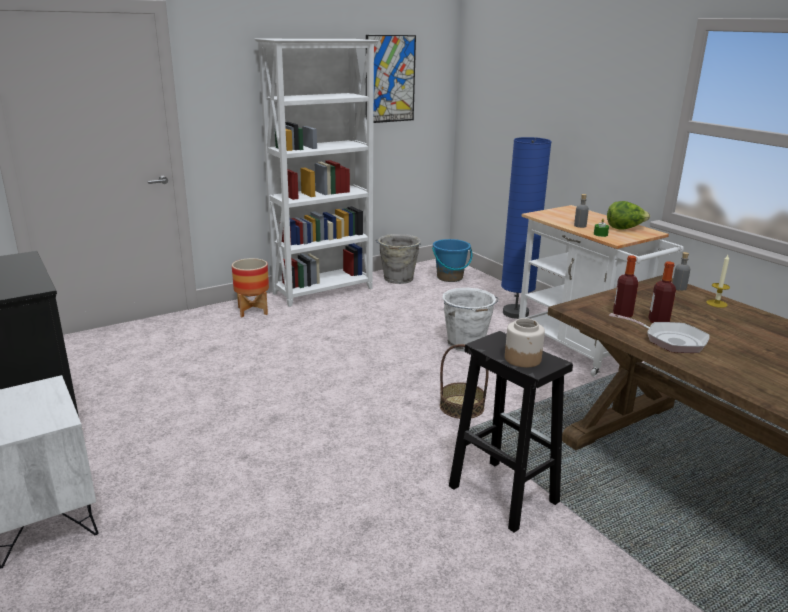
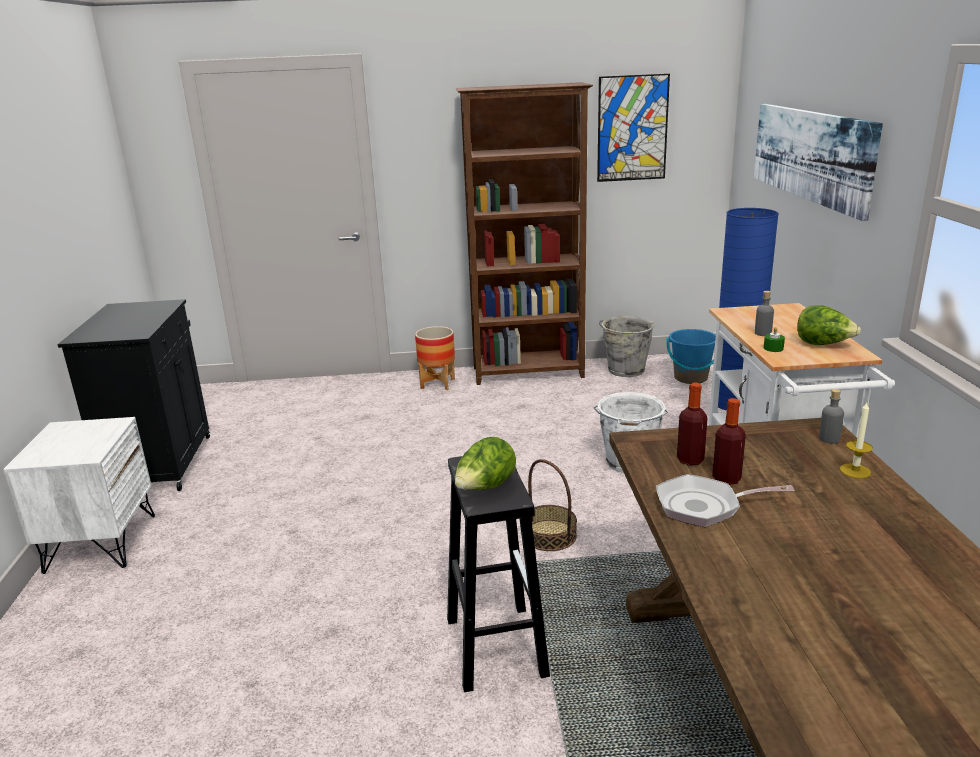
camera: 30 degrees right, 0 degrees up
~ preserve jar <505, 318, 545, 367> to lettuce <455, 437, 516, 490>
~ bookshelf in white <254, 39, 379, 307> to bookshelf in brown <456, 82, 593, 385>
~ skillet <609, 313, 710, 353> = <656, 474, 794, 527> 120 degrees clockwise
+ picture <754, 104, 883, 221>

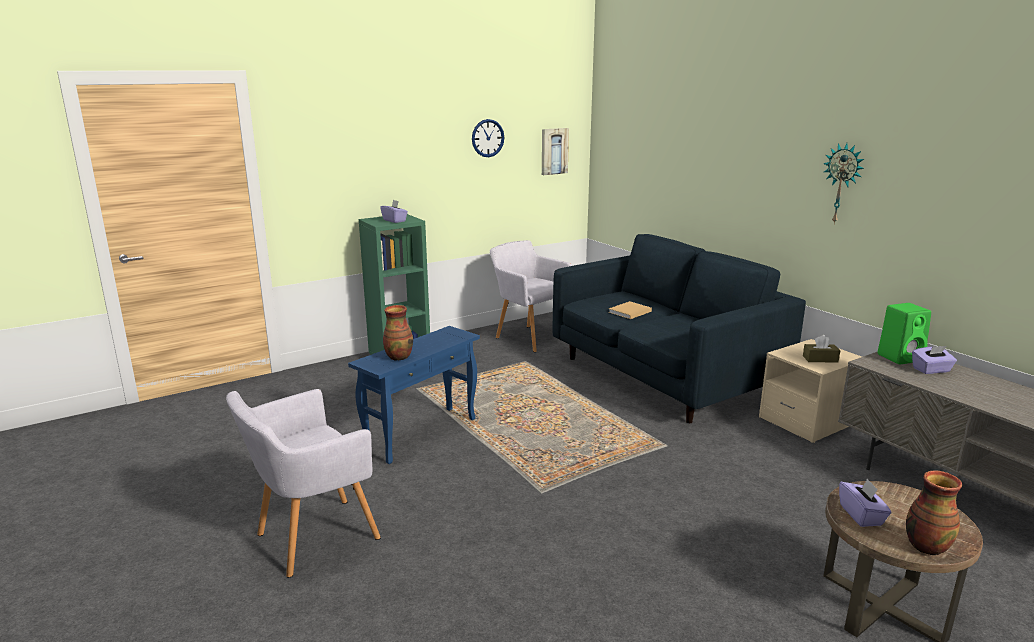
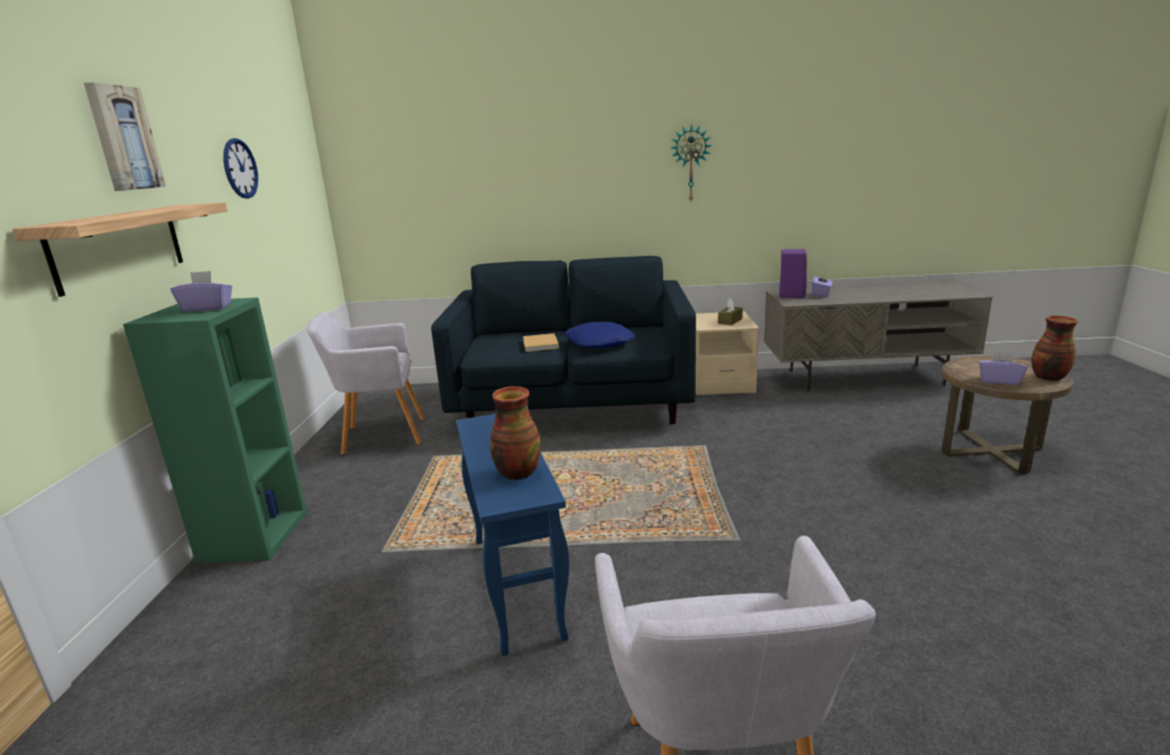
camera: 55 degrees left, 0 degrees up
+ shelf <12, 202, 227, 297>
~ picture <542, 128, 569, 175> to <84, 82, 166, 191>
+ pillow in blue-coloured <564, 322, 635, 349>
~ speaker in green <877, 303, 931, 364> to speaker in purplish <779, 249, 807, 298>

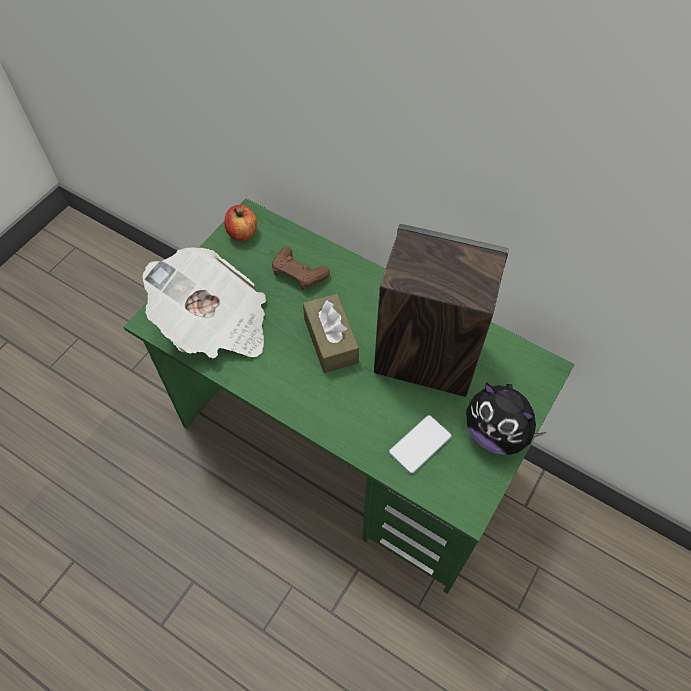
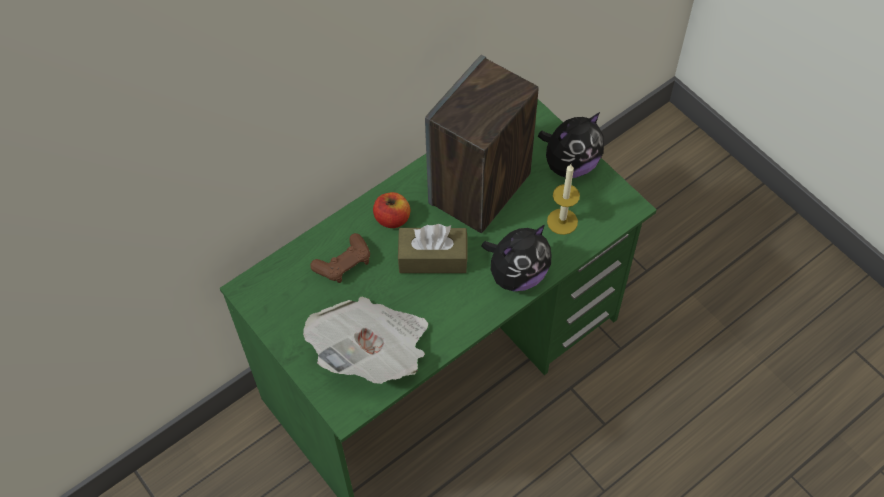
camera: 70 degrees left, 0 degrees up
~ apple fruit <224, 205, 257, 241> to <373, 192, 410, 228>
+ plush toy <481, 225, 551, 291>
~ telephone <389, 415, 452, 474> to wax candle <547, 164, 580, 235>

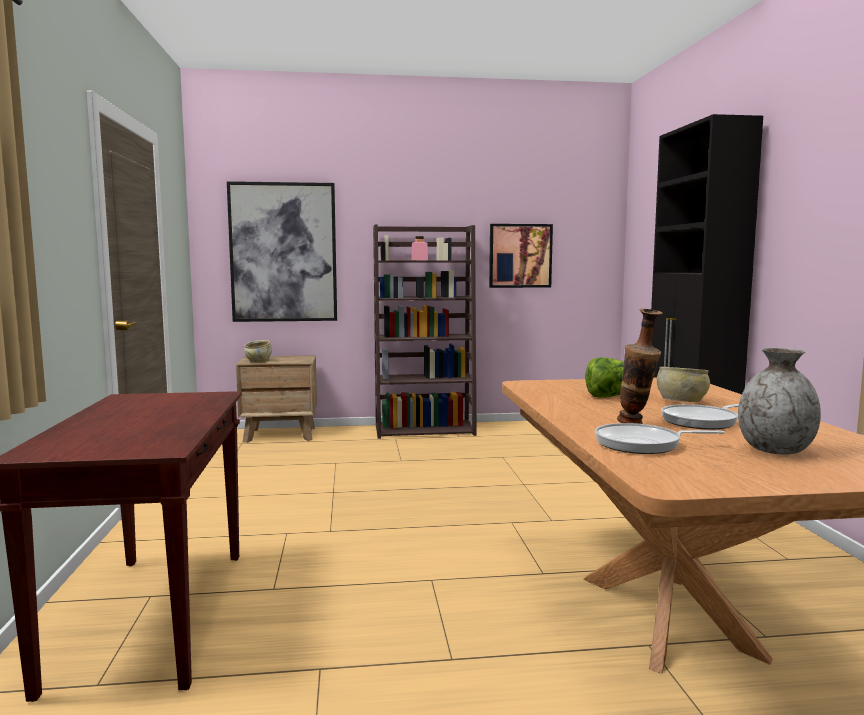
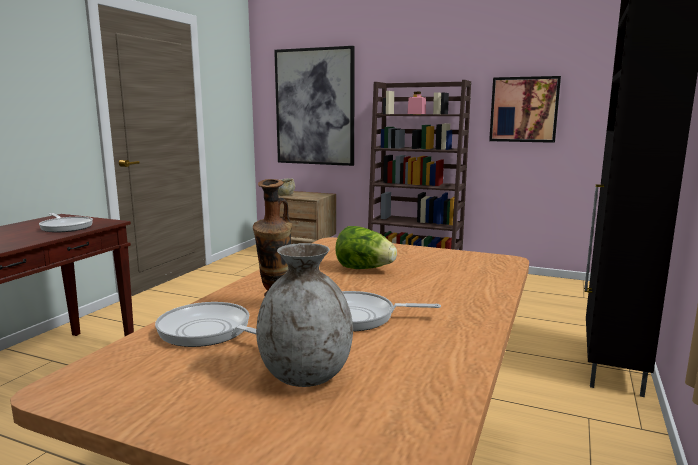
camera: 30 degrees right, 5 degrees up
+ skillet <39, 213, 93, 232>
- bowl in beige-coloured <657, 367, 710, 402>

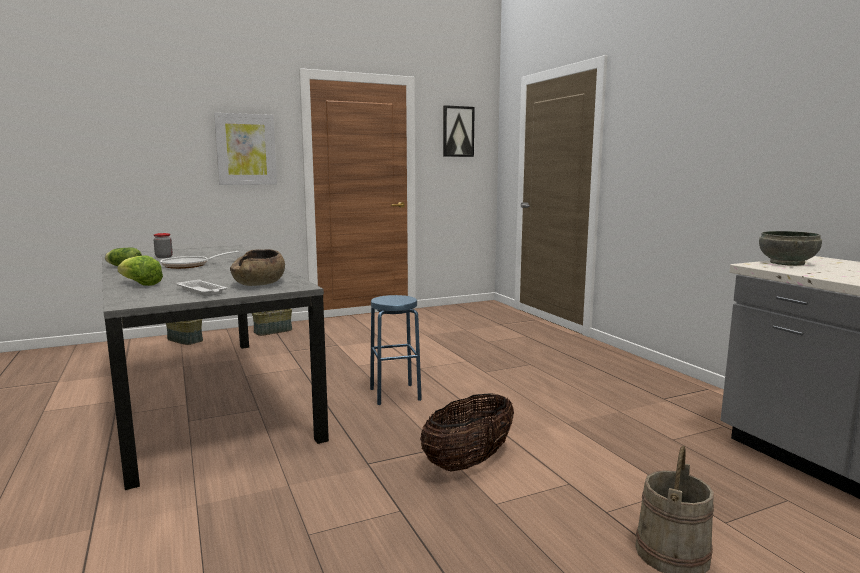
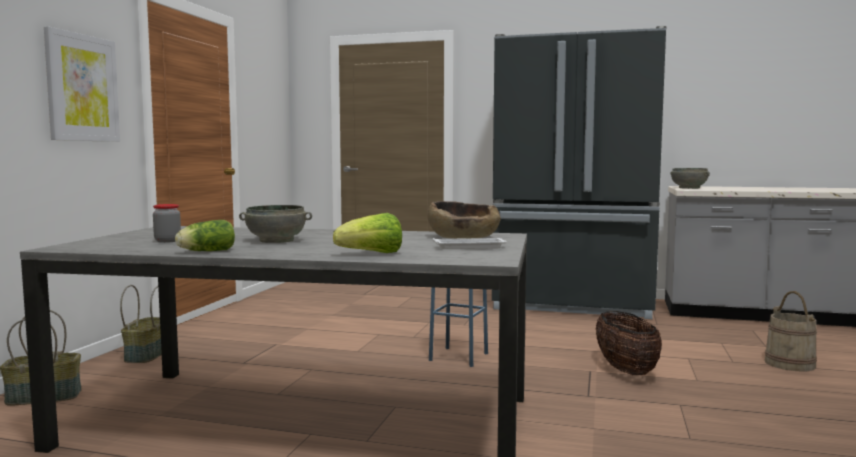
camera: 50 degrees left, 5 degrees down
~ skillet <160, 251, 239, 269> to bowl in greyish <239, 205, 312, 243>
+ refrigerator in blackish <492, 26, 667, 319>
- picture <443, 105, 475, 157>

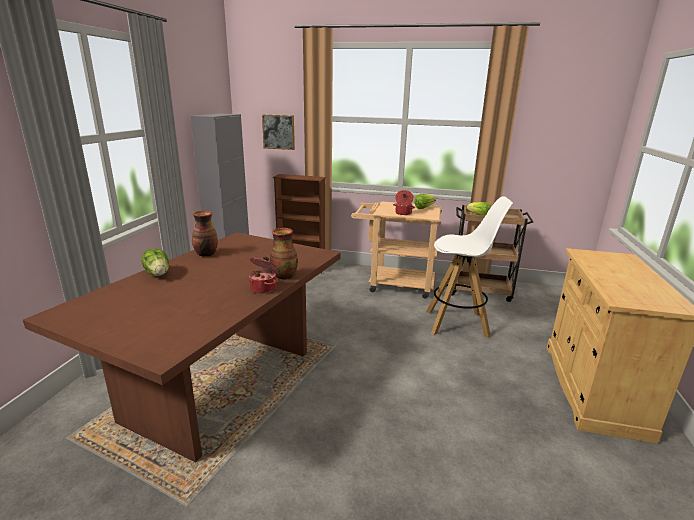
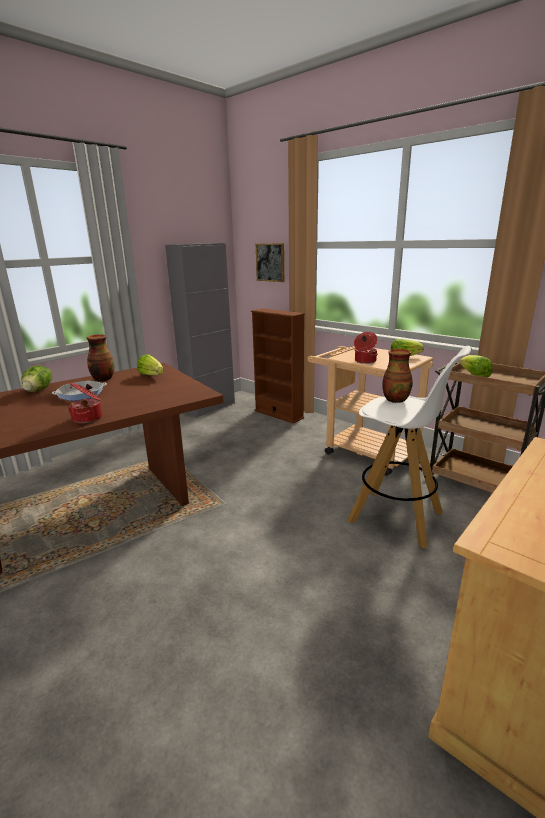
camera: 30 degrees right, 0 degrees up
+ skillet <52, 380, 107, 401>
+ lettuce <137, 355, 164, 375>
~ vase <270, 228, 298, 279> to <382, 349, 413, 403>

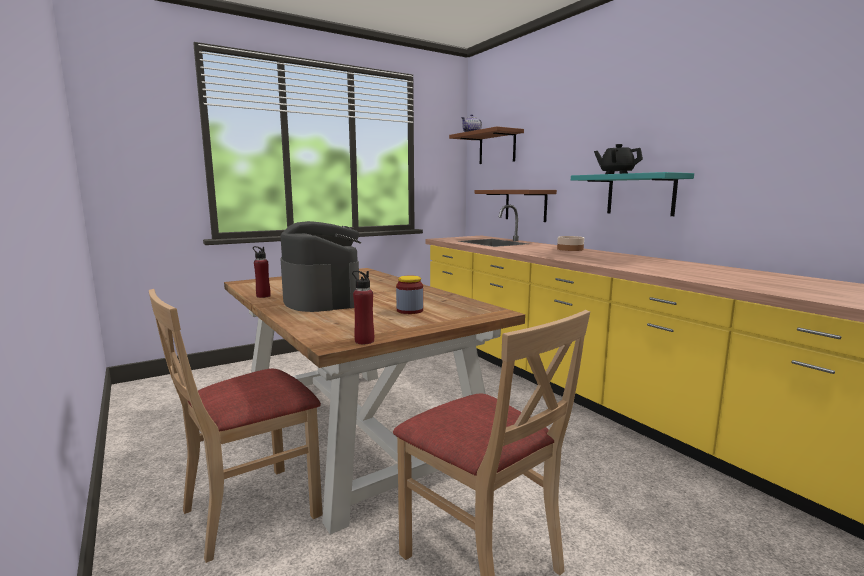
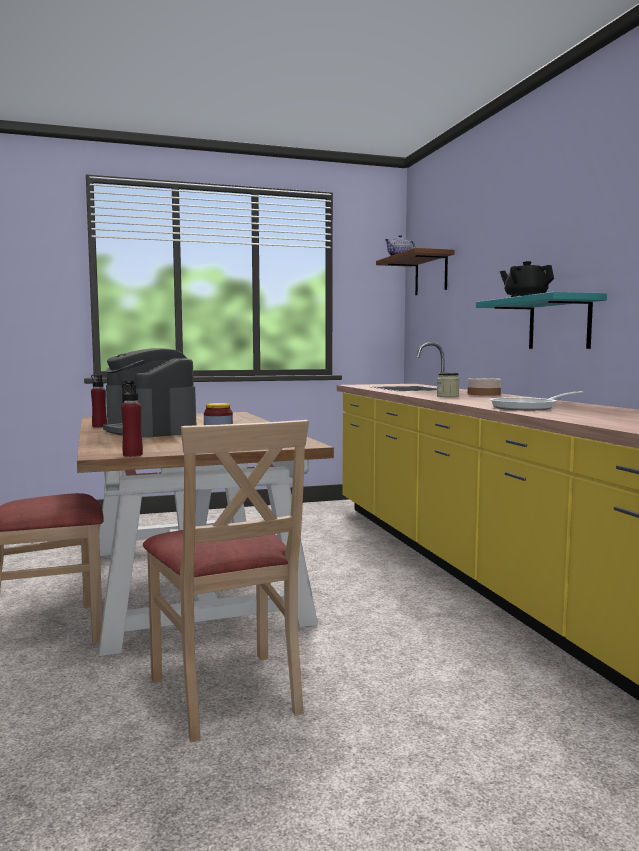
camera: 15 degrees right, 5 degrees down
~ coffee maker <280, 221, 361, 312> = <103, 348, 196, 438> 150 degrees clockwise
+ preserve jar <437, 373, 460, 397>
+ skillet <489, 391, 583, 411>
- shelf in brown <474, 190, 557, 222>

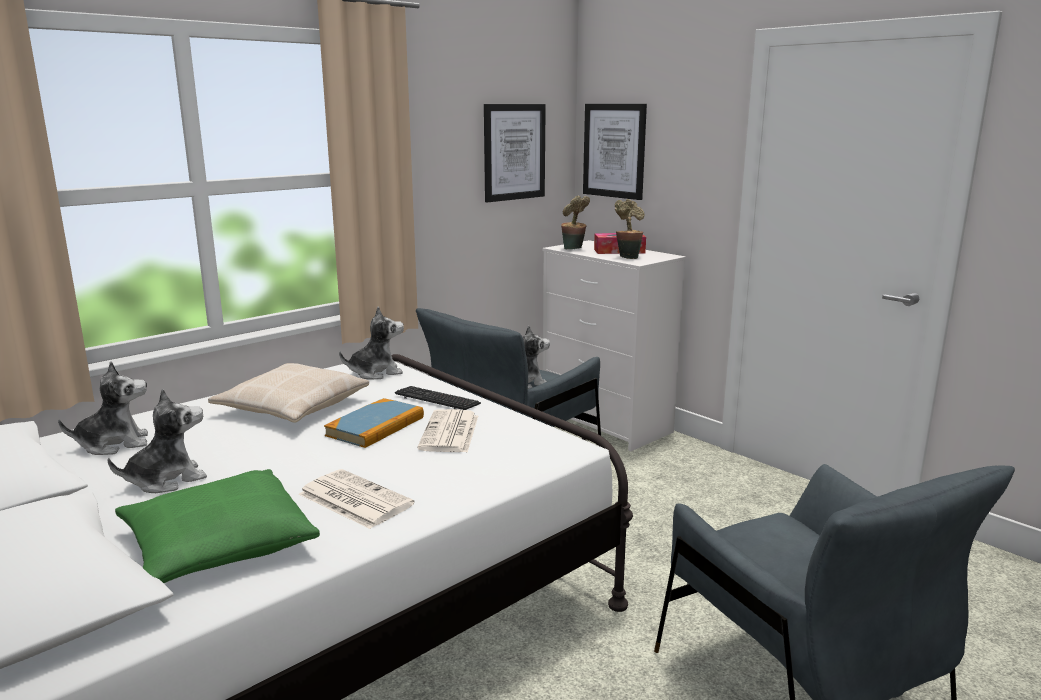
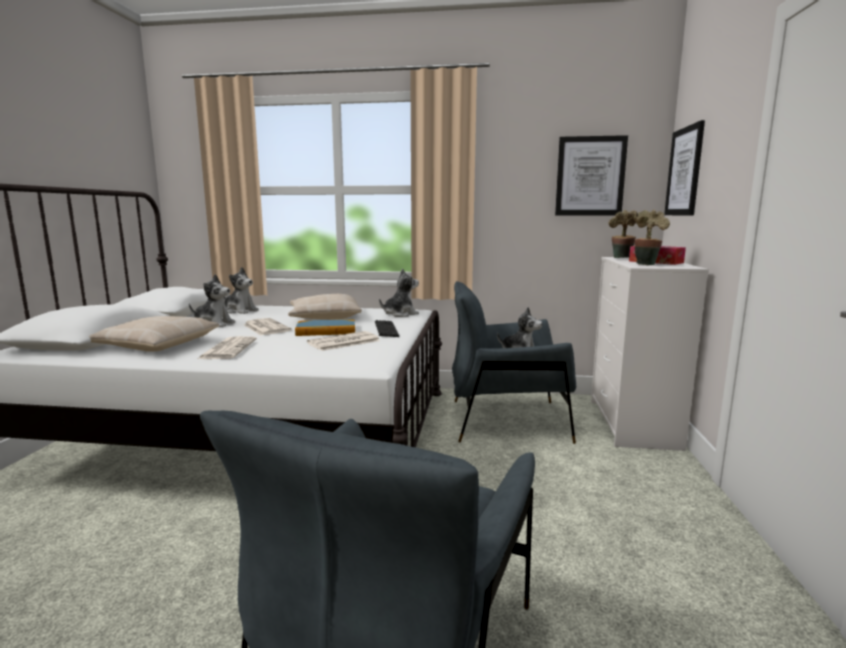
camera: 50 degrees right, 5 degrees down
~ pillow in green <115, 469, 320, 583> to pillow in beige-coloured <89, 316, 219, 352>
+ daily paper <243, 318, 292, 335>
~ plush toy <339, 307, 404, 380> = <379, 268, 419, 317> 60 degrees counterclockwise

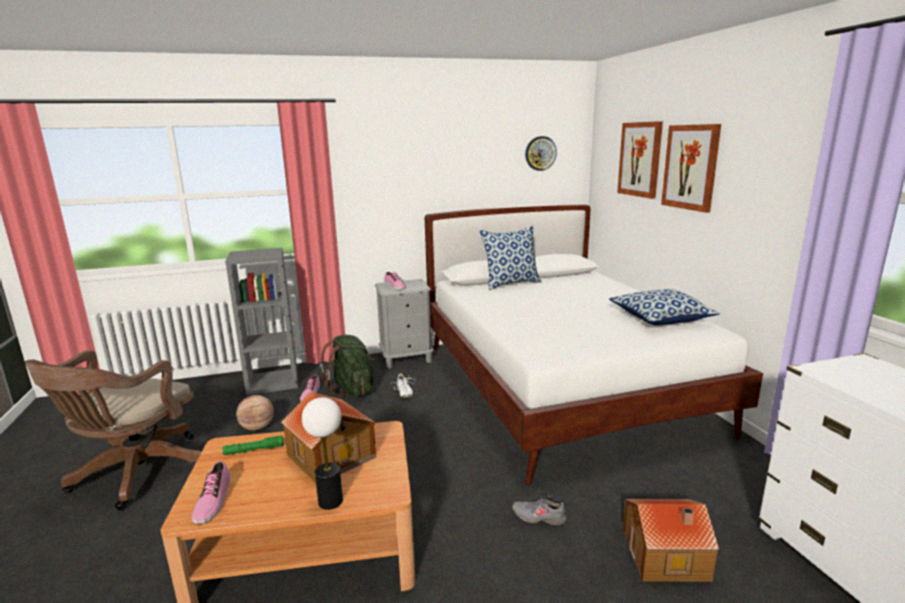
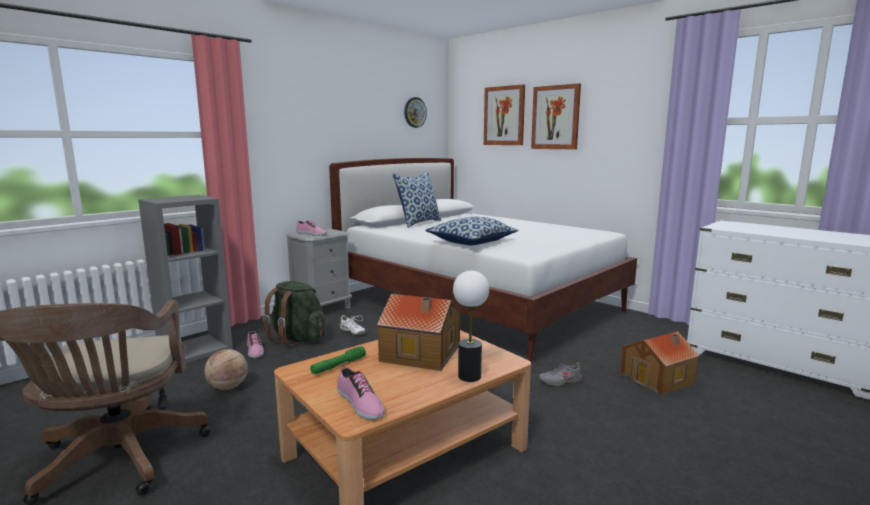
camera: 30 degrees left, 5 degrees down
~ pillow <609, 289, 720, 326> to <425, 217, 518, 245>

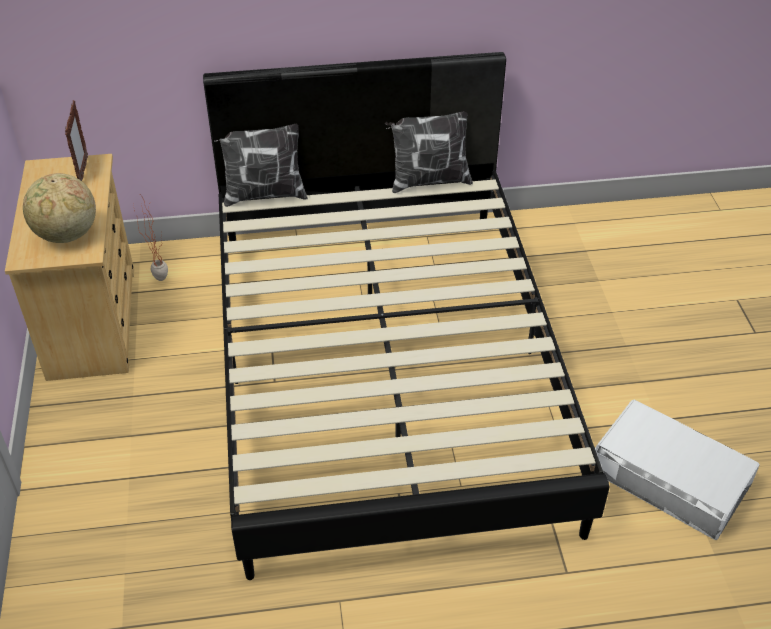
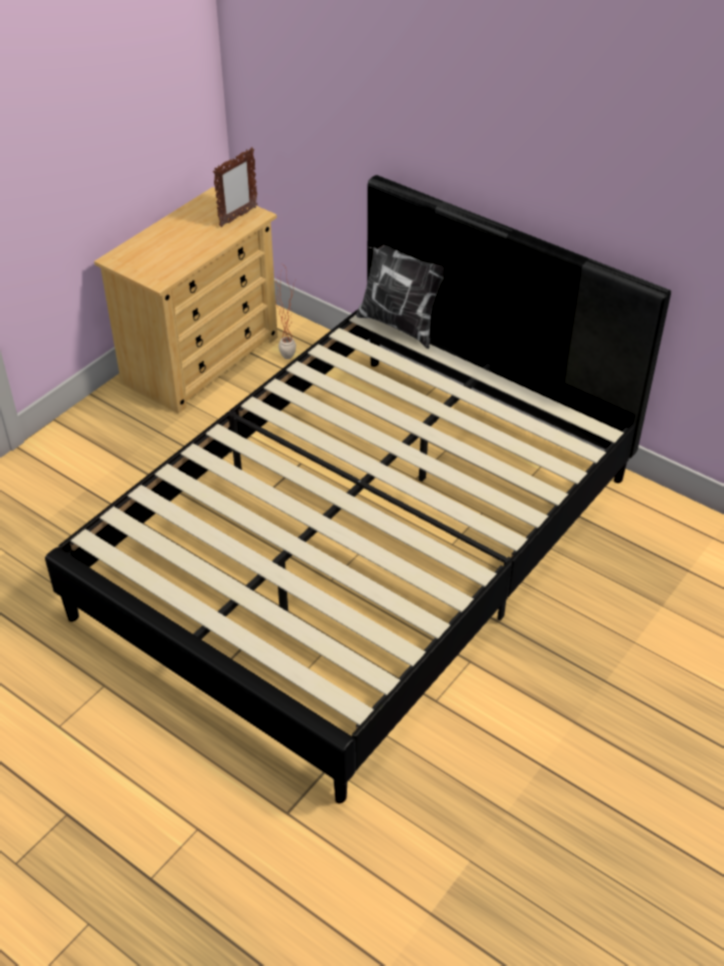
camera: 45 degrees right, 0 degrees up
- desk globe <23, 173, 96, 243>
- pillow <385, 111, 473, 193>
- storage bin in white <595, 400, 760, 540>

